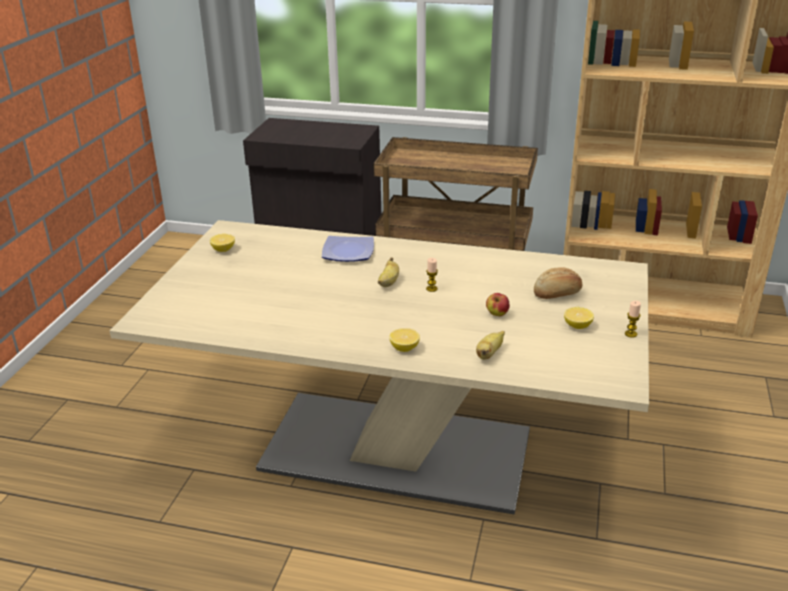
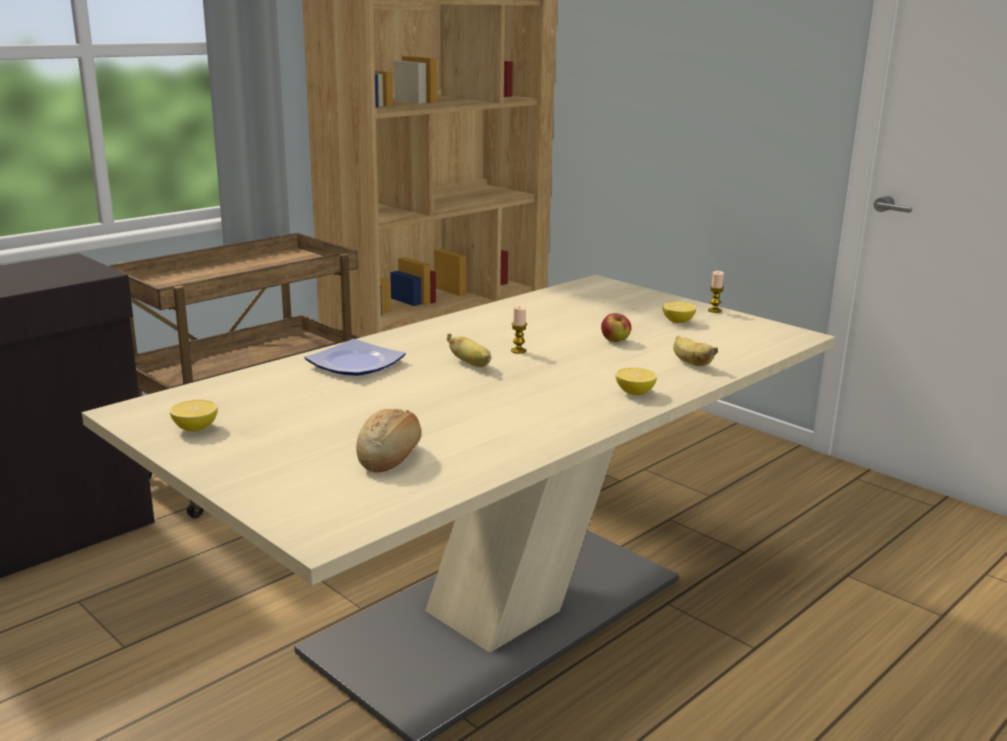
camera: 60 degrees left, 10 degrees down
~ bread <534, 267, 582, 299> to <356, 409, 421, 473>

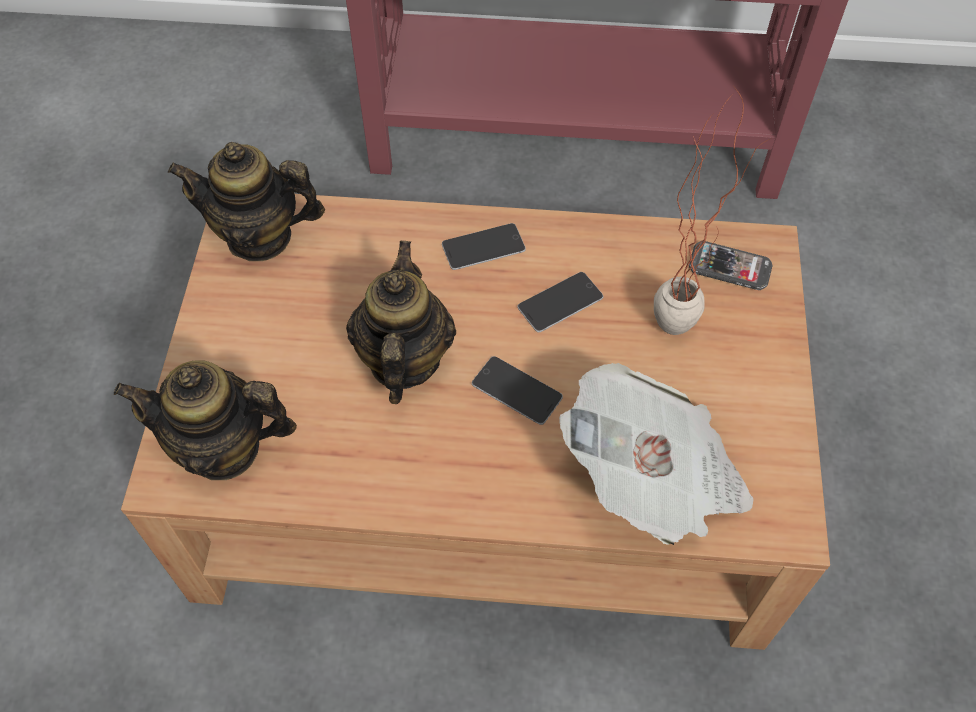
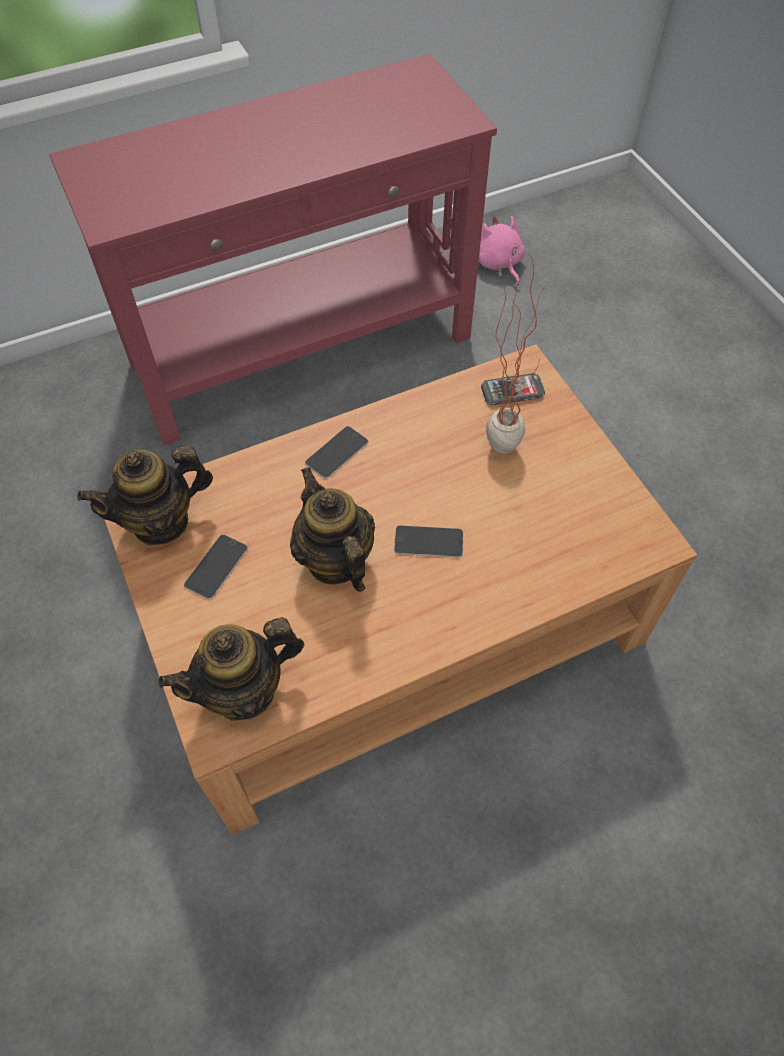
camera: 30 degrees left, 0 degrees up
~ telephone <517, 272, 603, 332> to <184, 534, 248, 600>
+ plush toy in pinkish <479, 216, 525, 285>
- daily paper <559, 363, 754, 545>

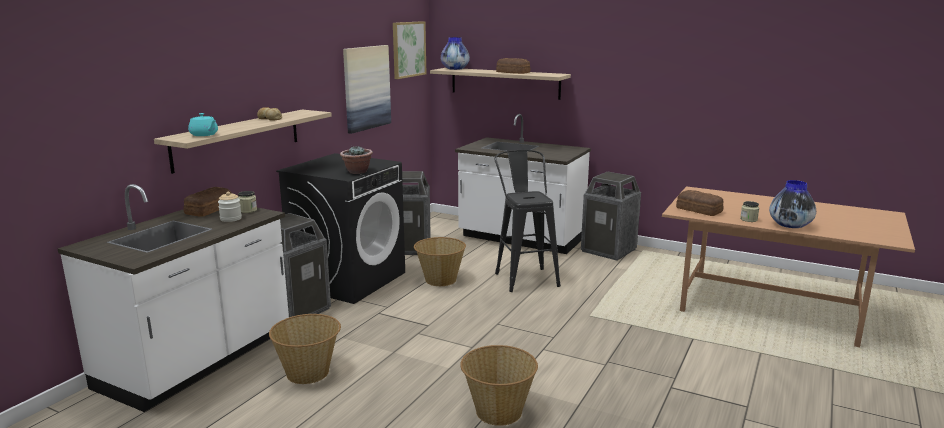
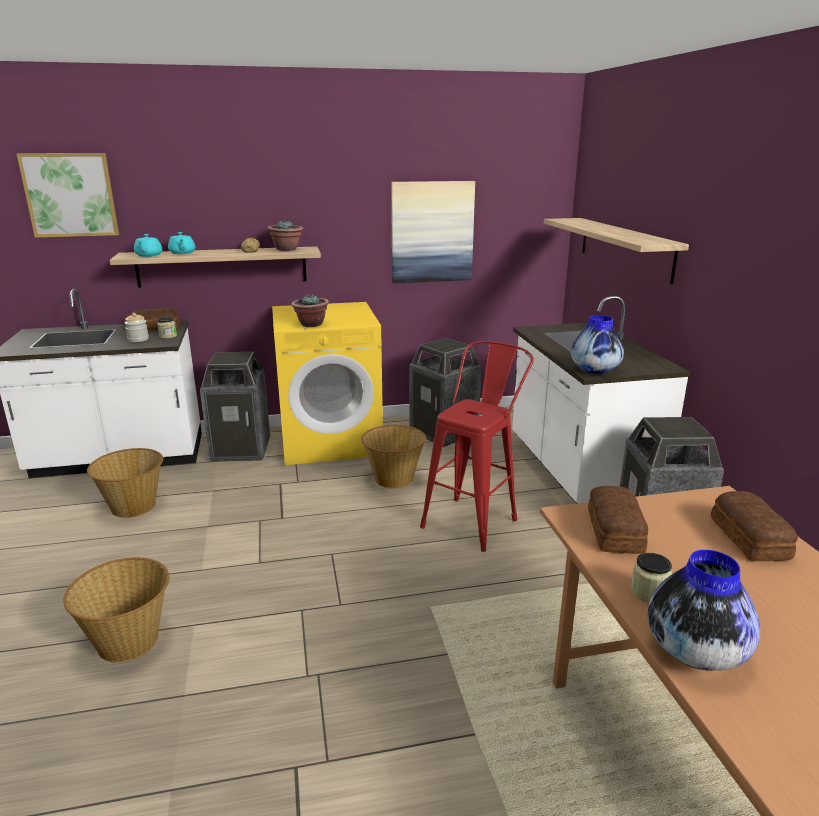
camera: 50 degrees right, 5 degrees up
~ picture <393, 21, 426, 79> to <16, 153, 119, 238>
+ teapot in turquoise-coloured <168, 232, 195, 254>
+ potted plant <267, 220, 303, 251>
~ laundry machine in blackish <276, 153, 405, 304> to laundry machine in yellow-coloured <272, 302, 383, 465>
~ stool seat in blackish <494, 150, 561, 292> to stool seat in red-coloured <420, 341, 534, 552>
~ vase <441, 37, 470, 70> to <571, 315, 624, 374>
~ bread <496, 58, 530, 74> to <711, 491, 798, 561>

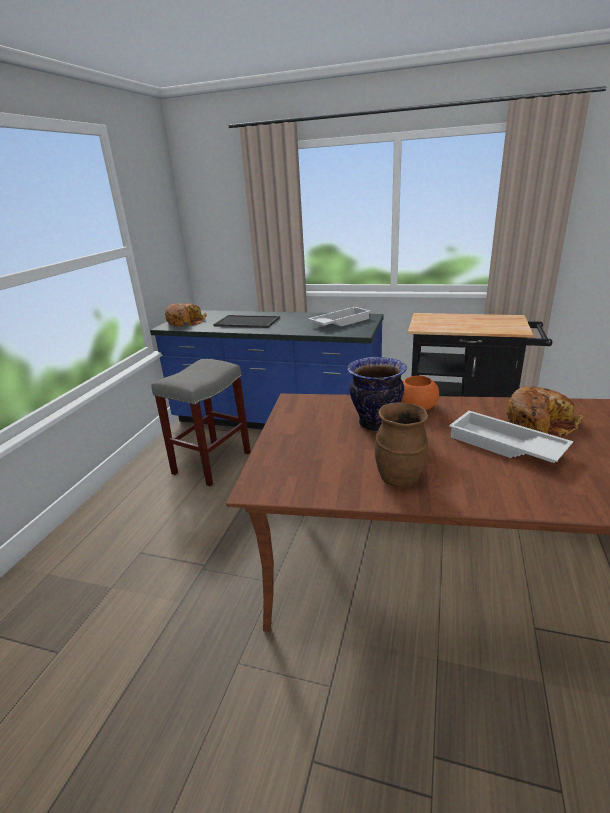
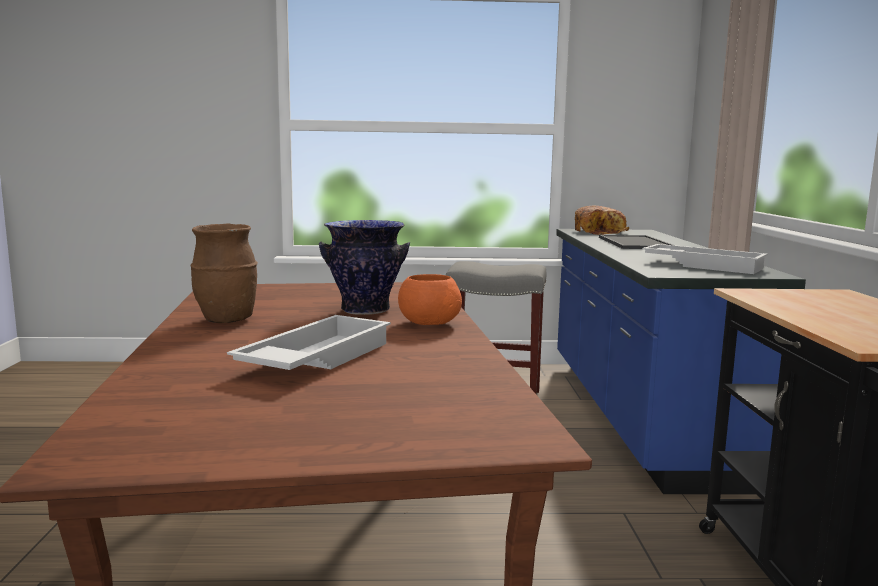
camera: 70 degrees right, 15 degrees down
- bread <506, 386, 583, 438>

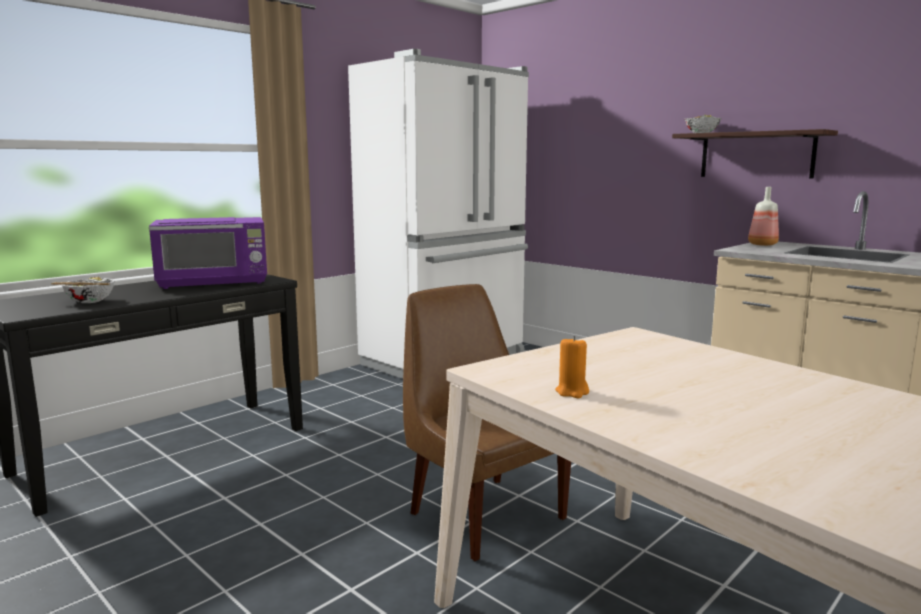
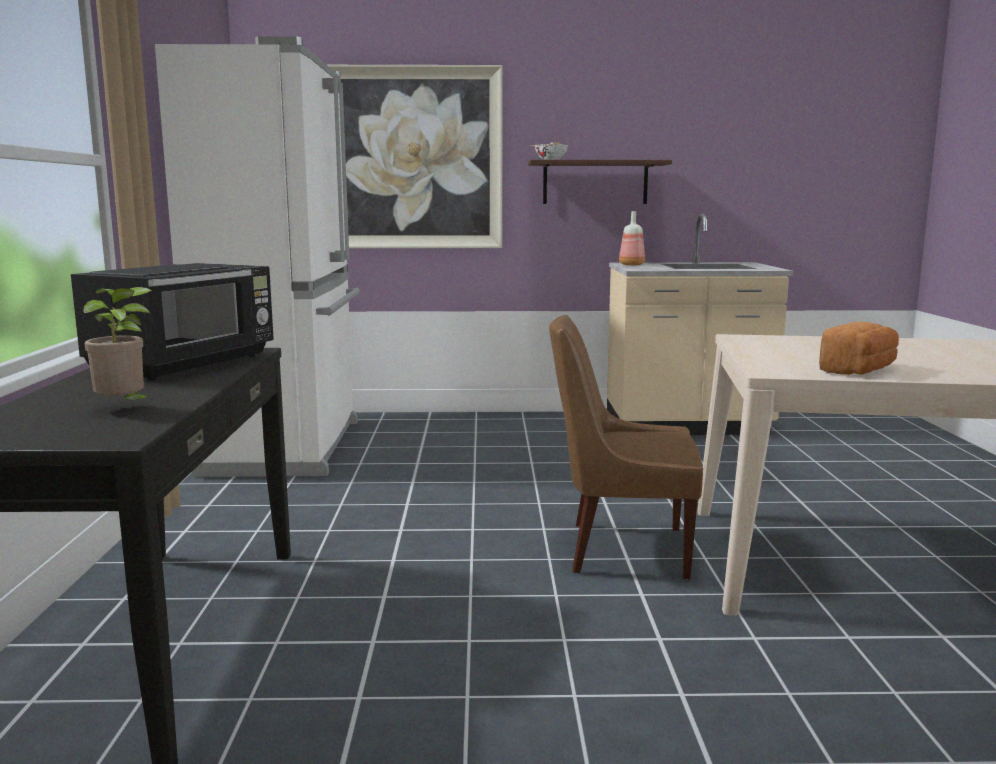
camera: 45 degrees left, 0 degrees up
~ microwave in purplish <149, 217, 267, 289> to microwave in blackish <71, 263, 274, 381>
~ bowl <51, 277, 115, 303> to potted plant <83, 287, 152, 400>
+ picture <328, 65, 502, 248>
~ wax candle in orange <555, 336, 589, 398> to bread <819, 322, 899, 375>

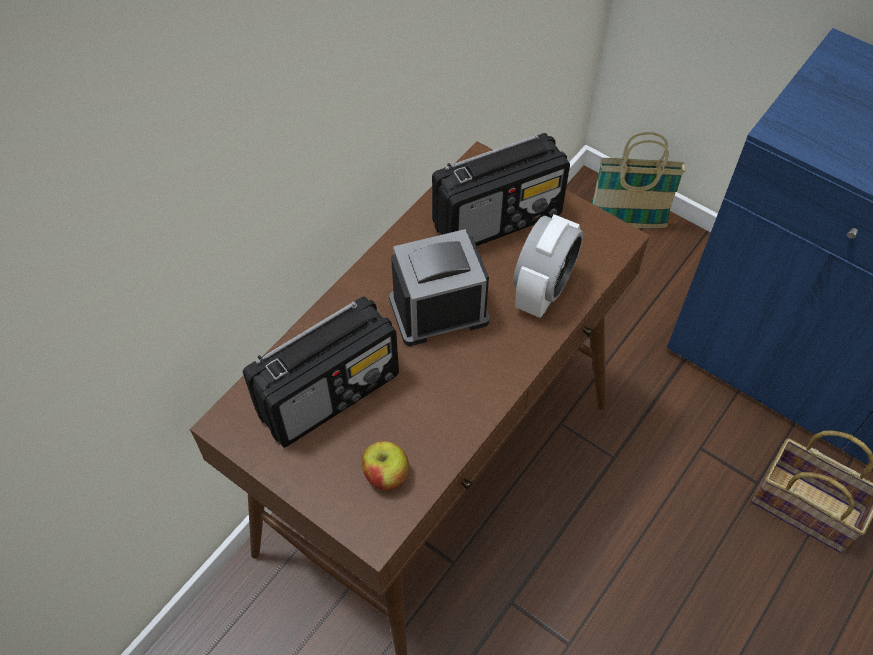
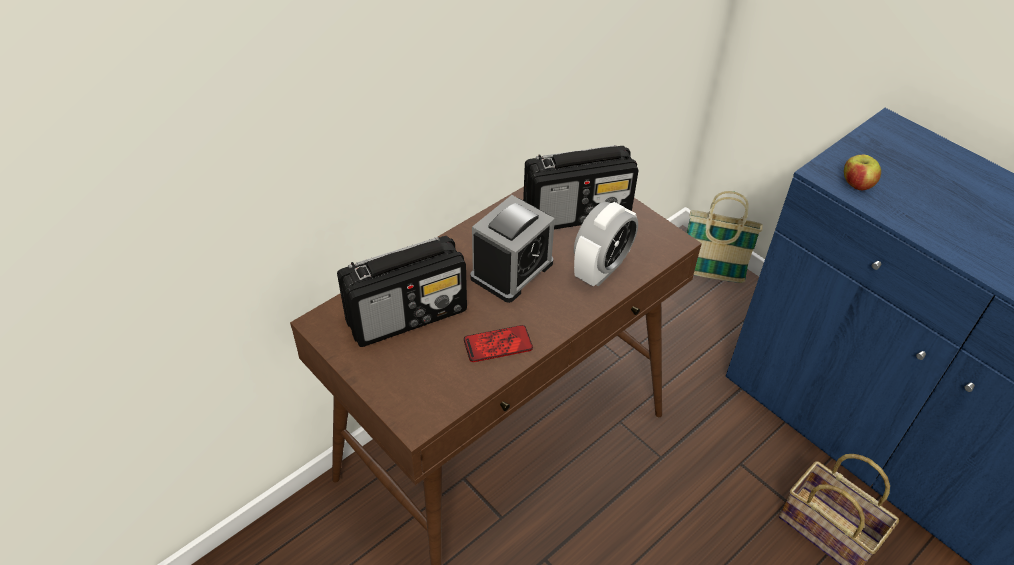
camera: 10 degrees right, 10 degrees down
+ telephone <464, 325, 533, 362>
~ bedside clock <389, 229, 490, 346> = <470, 195, 555, 303> 135 degrees clockwise
~ apple fruit <361, 441, 409, 490> to <844, 155, 881, 190>

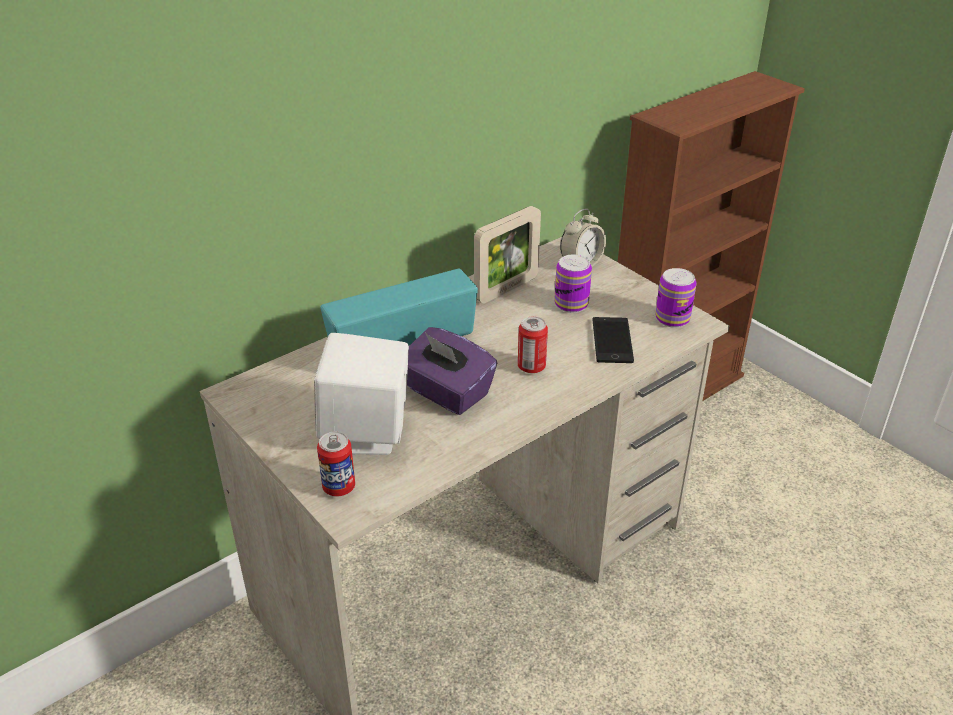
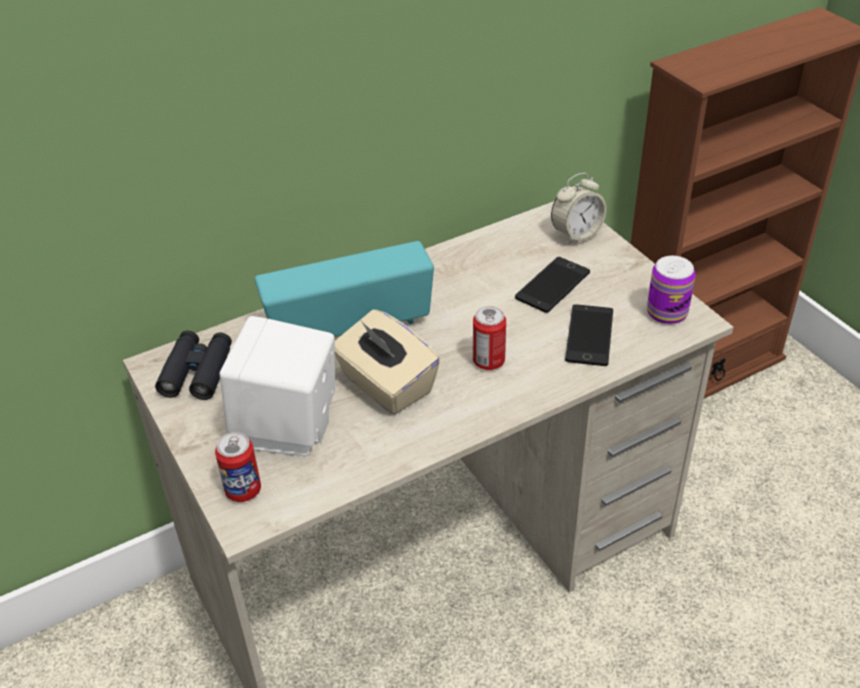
camera: 10 degrees right, 5 degrees up
+ binoculars in blackish <155, 331, 232, 400>
~ box of tissues in purplish <407, 327, 497, 415> to box of tissues in beige-coloured <335, 309, 440, 414>
~ can <555, 254, 592, 313> to telephone <515, 257, 590, 313>
- photo frame <474, 206, 541, 303>

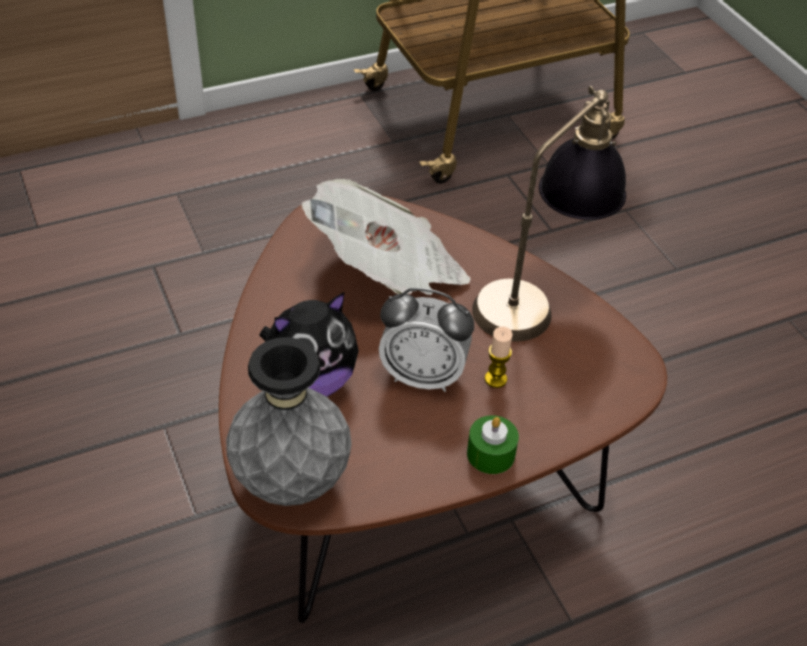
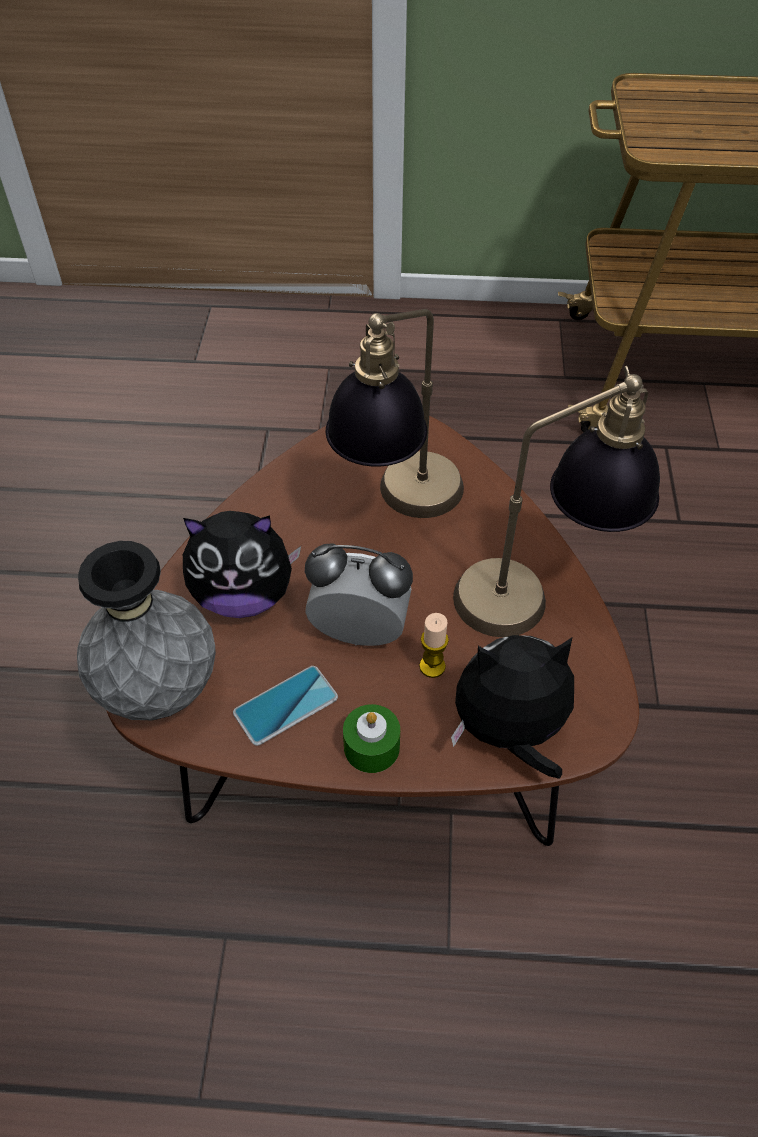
camera: 30 degrees right, 5 degrees up
+ telephone <233, 666, 338, 746>
~ bedside clock <379, 288, 474, 392> = <305, 543, 413, 646> 150 degrees clockwise
~ daily paper <301, 179, 471, 295> to tabletop lamp <326, 309, 464, 518>
+ plush toy <451, 635, 574, 779>

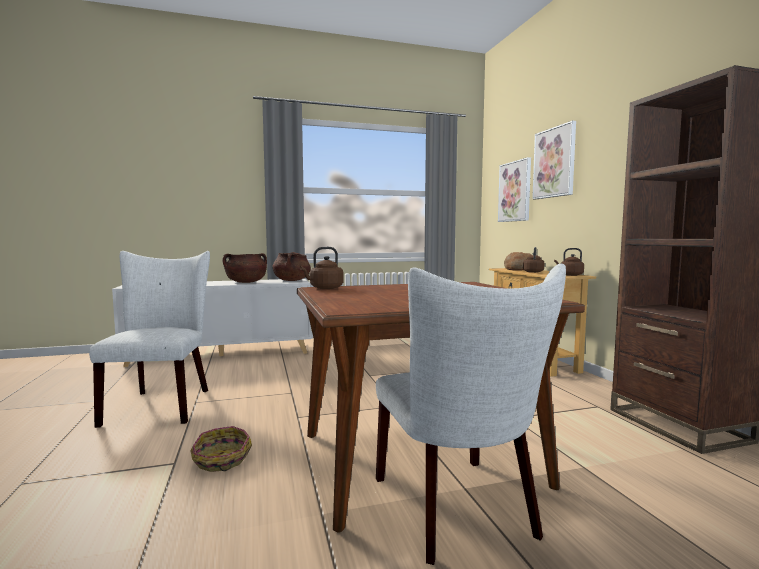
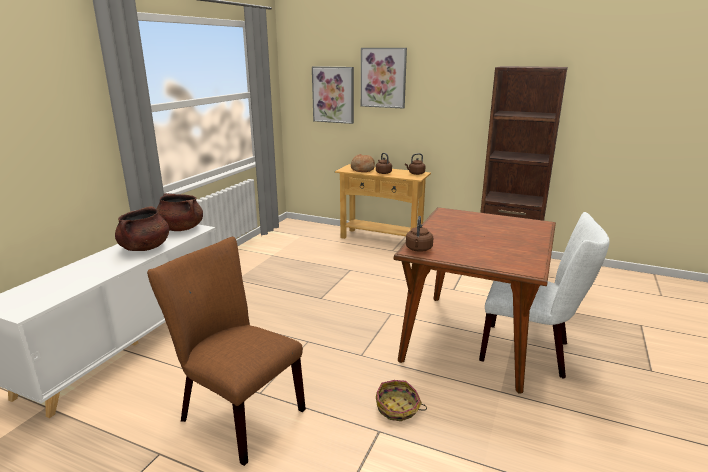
camera: 50 degrees left, 15 degrees up
~ upright chair in white <89, 251, 210, 428> to upright chair in brown <147, 237, 306, 466>

